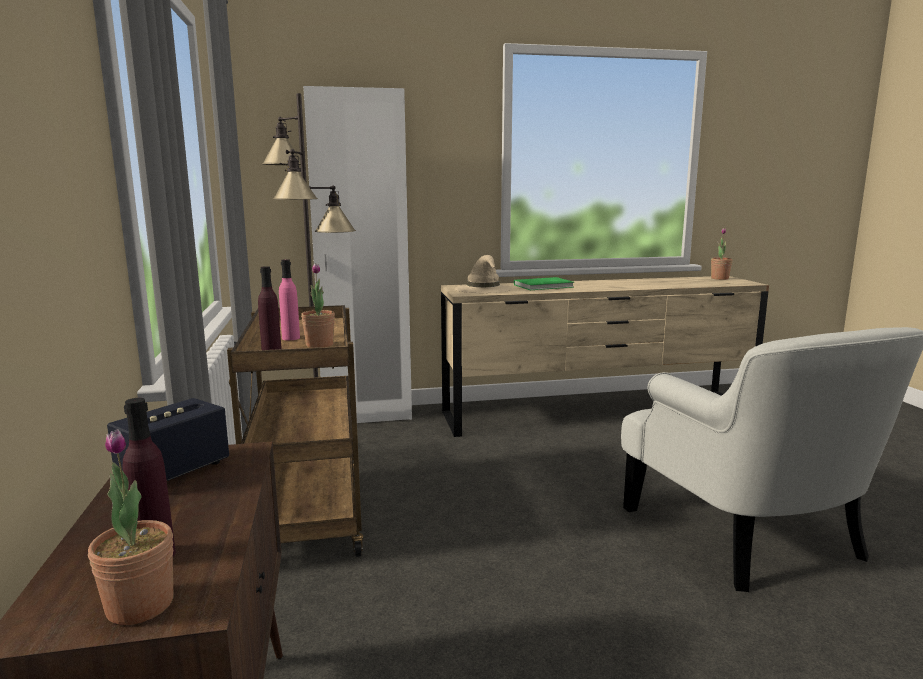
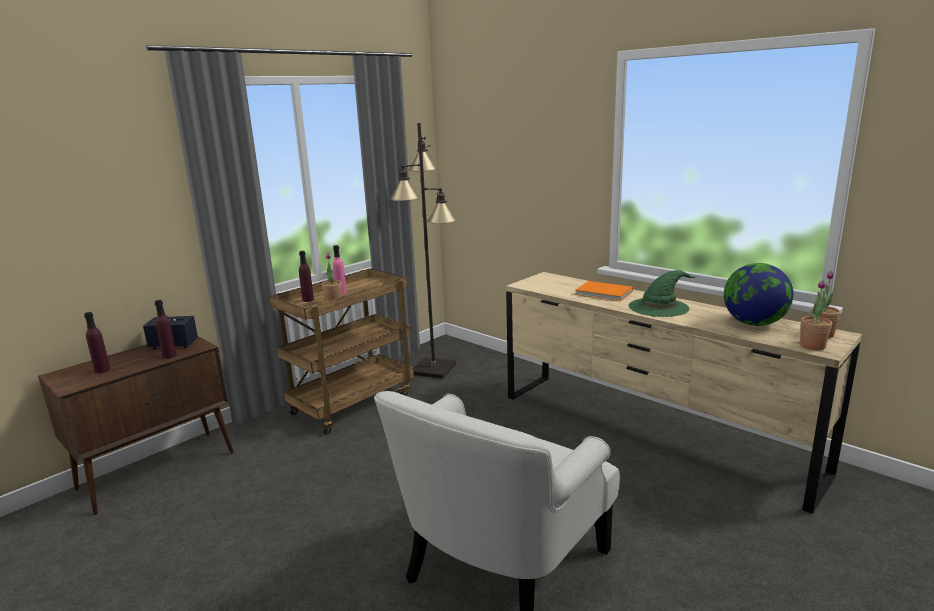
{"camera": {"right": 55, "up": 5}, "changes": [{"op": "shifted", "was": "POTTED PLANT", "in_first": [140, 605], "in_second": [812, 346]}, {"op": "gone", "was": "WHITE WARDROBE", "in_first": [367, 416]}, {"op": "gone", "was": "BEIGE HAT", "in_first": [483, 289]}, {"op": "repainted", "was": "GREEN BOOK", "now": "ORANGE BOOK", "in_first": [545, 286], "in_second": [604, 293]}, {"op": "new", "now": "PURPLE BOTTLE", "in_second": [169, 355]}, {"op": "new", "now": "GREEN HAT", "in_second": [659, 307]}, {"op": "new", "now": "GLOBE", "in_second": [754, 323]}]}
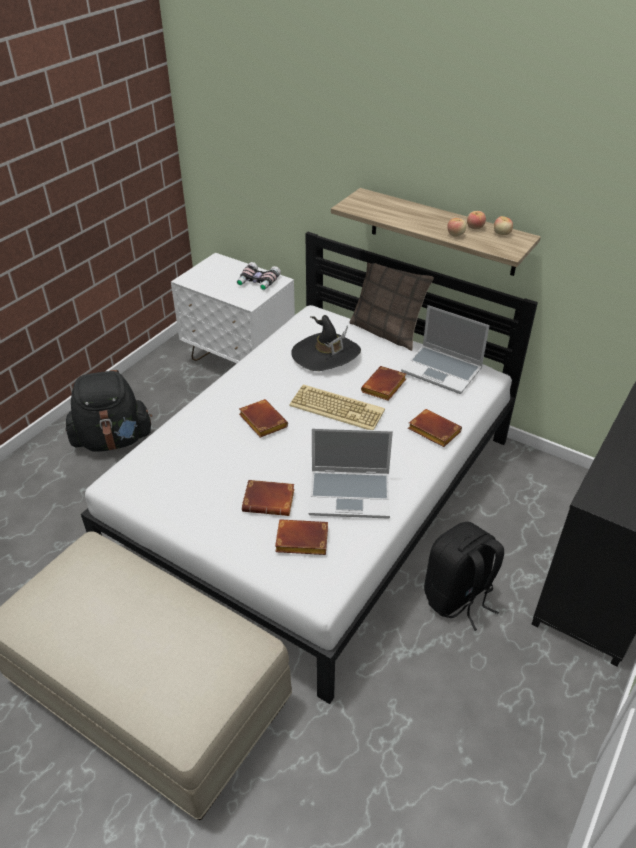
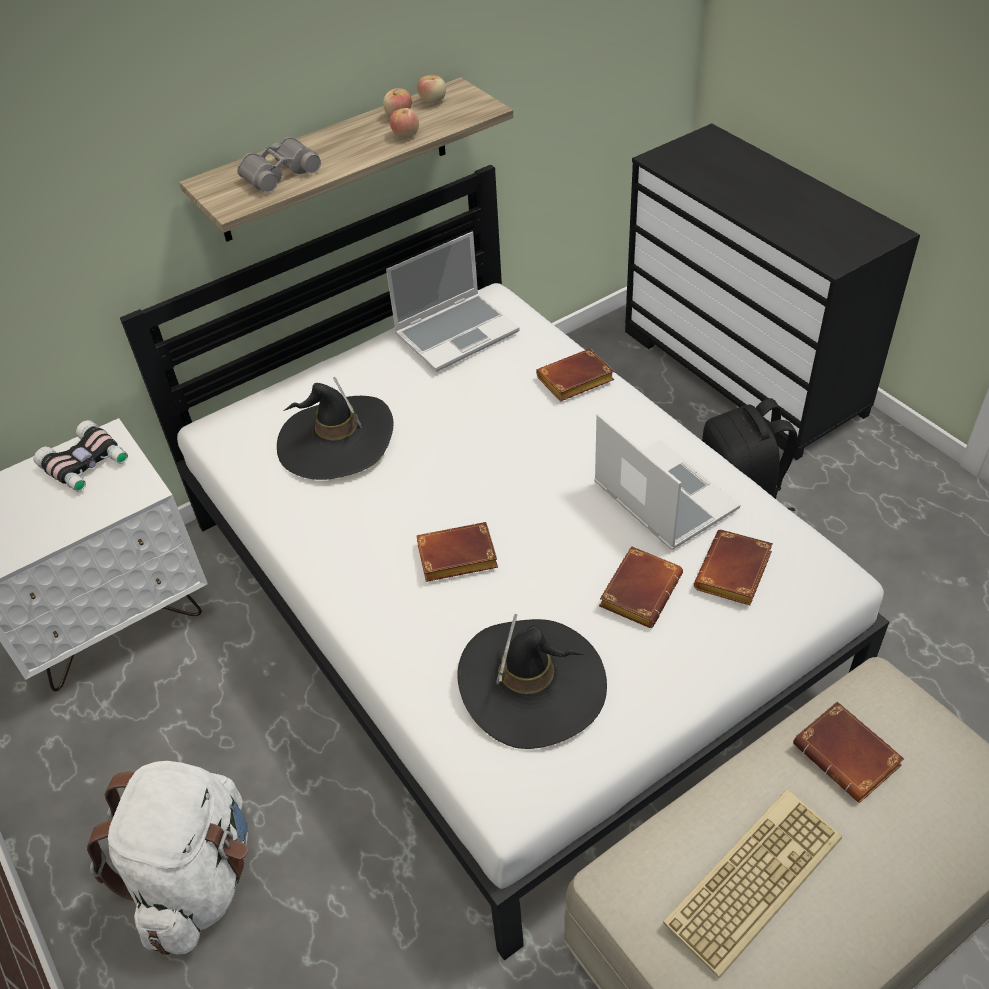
{"camera": {"right": -65, "up": 5}, "changes": [{"op": "repainted", "was": "BLACK BACKPACK", "now": "WHITE BACKPACK", "in_first": [113, 440], "in_second": [198, 878]}, {"op": "shifted", "was": "KEYBOARD", "in_first": [338, 408], "in_second": [752, 877]}, {"op": "rotated", "was": "LAPTOP", "in_first": [351, 494], "in_second": [662, 497], "clockwise": -60}, {"op": "gone", "was": "PILLOW", "in_first": [387, 331]}, {"op": "shifted", "was": "BROWN BOOK", "in_first": [384, 388], "in_second": [849, 756]}, {"op": "new", "now": "GREY BINOCULARS", "in_second": [279, 173]}, {"op": "new", "now": "BLACK HAT", "in_second": [532, 684]}]}
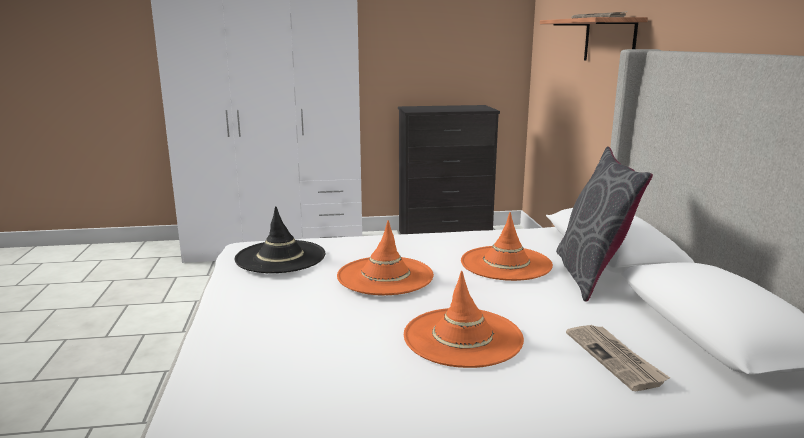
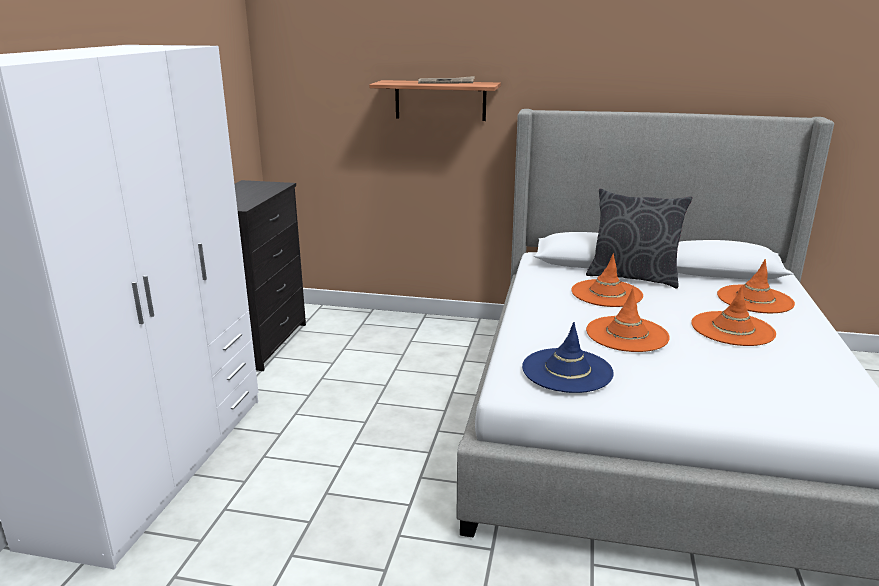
{"camera": {"right": -70, "up": 5}, "changes": [{"op": "repainted", "was": "BLACK HAT", "now": "BLUE HAT", "in_first": [280, 257], "in_second": [567, 370]}, {"op": "swapped", "was": "NEWSPAPER", "now": "ORANGE HAT", "in_first": [615, 358], "in_second": [754, 299]}]}
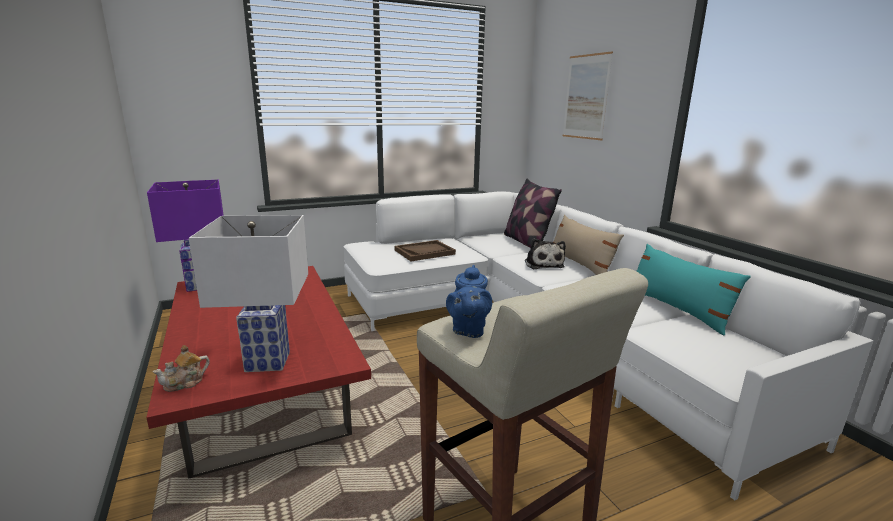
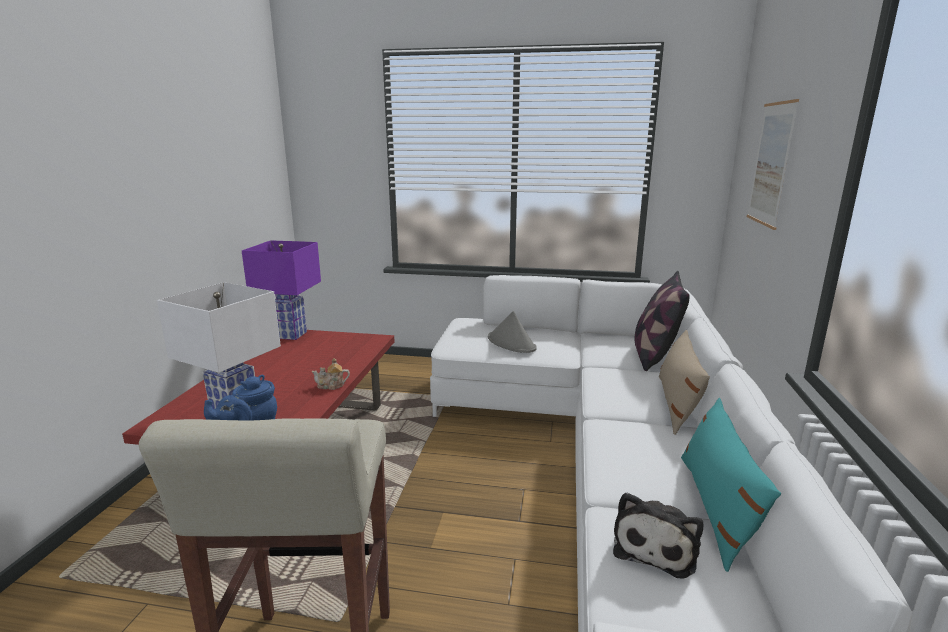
{"camera": {"right": 35, "up": 0}, "changes": [{"op": "shifted", "was": "TEAPOT", "in_first": [185, 383], "in_second": [331, 385]}, {"op": "swapped", "was": "BROWN TRAY", "now": "GREY HAT", "in_first": [424, 252], "in_second": [511, 343]}, {"op": "shifted", "was": "PLUSH TOY", "in_first": [543, 264], "in_second": [656, 546]}]}
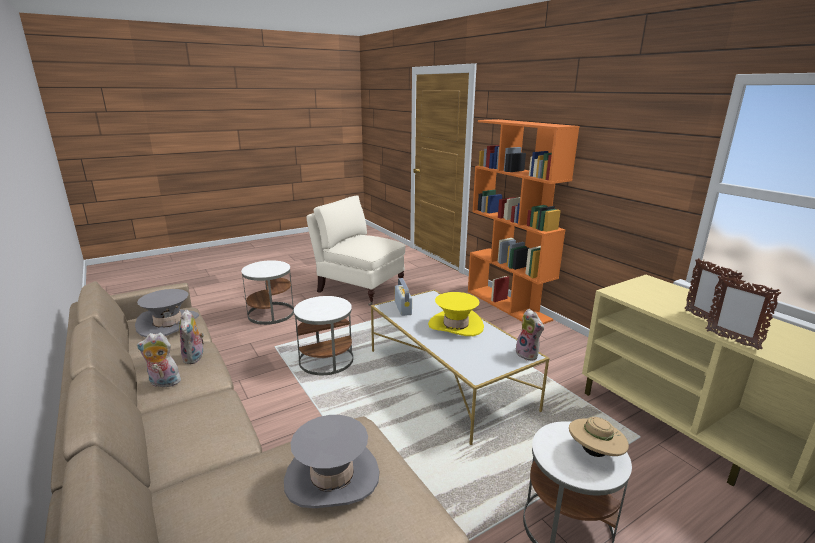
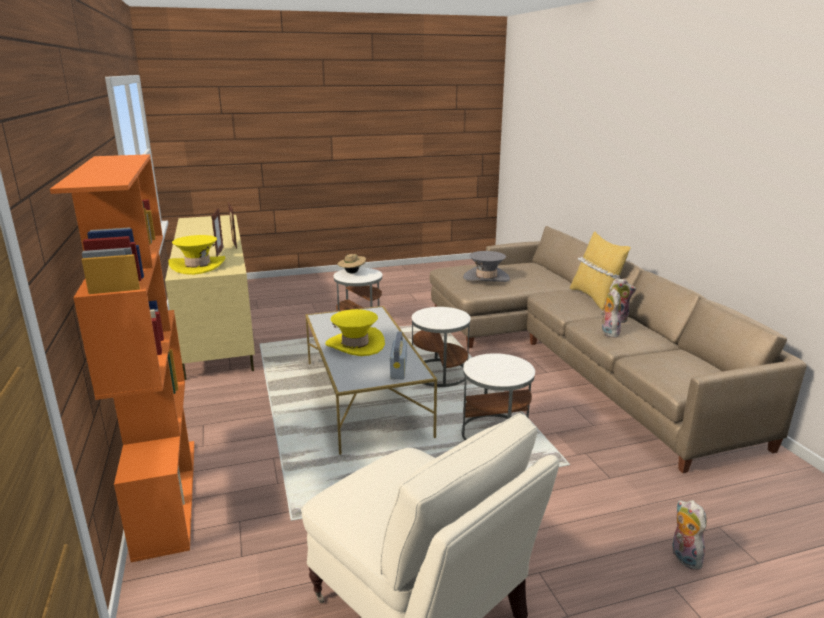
{"camera": {"right": -165, "up": 0}, "changes": [{"op": "gone", "was": "GREY HAT", "in_first": [168, 324]}, {"op": "shifted", "was": "WHITE SIDE TABLE", "in_first": [271, 313], "in_second": [439, 374]}, {"op": "shifted", "was": "PLUSH TOY", "in_first": [528, 354], "in_second": [683, 557]}, {"op": "new", "now": "YELLOW HAT", "in_second": [198, 266]}, {"op": "new", "now": "YELLOW PILLOW", "in_second": [594, 298]}]}
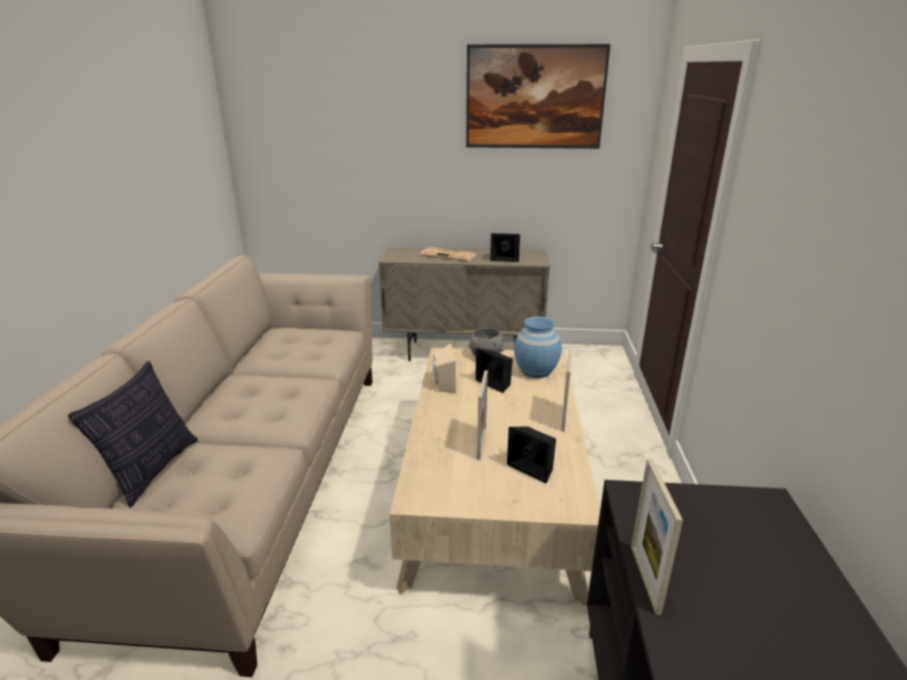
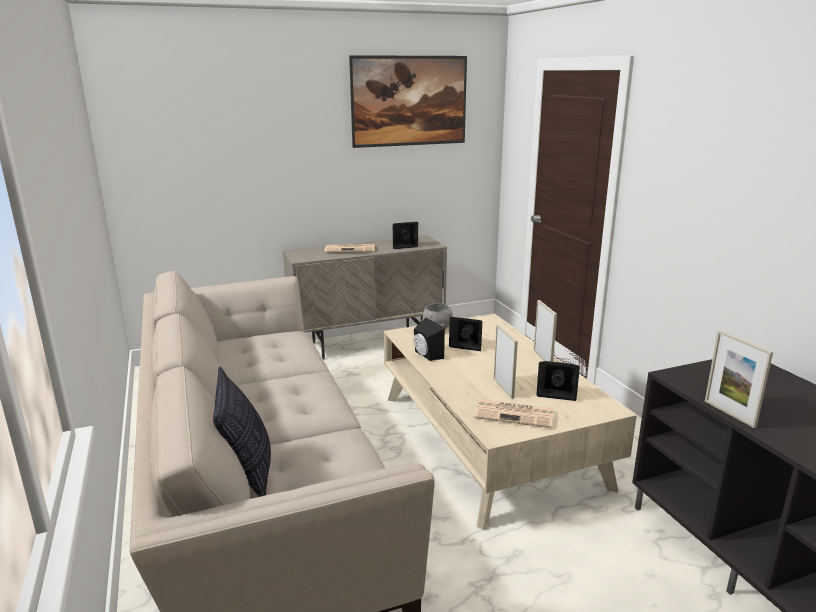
{"camera": {"right": -25, "up": -5}, "changes": [{"op": "repainted", "was": "BEIGE SPEAKER", "now": "BLACK SPEAKER", "in_first": [442, 384], "in_second": [426, 355]}, {"op": "gone", "was": "BLUE VASE", "in_first": [535, 370]}, {"op": "new", "now": "NEWSPAPER", "in_second": [515, 414]}]}
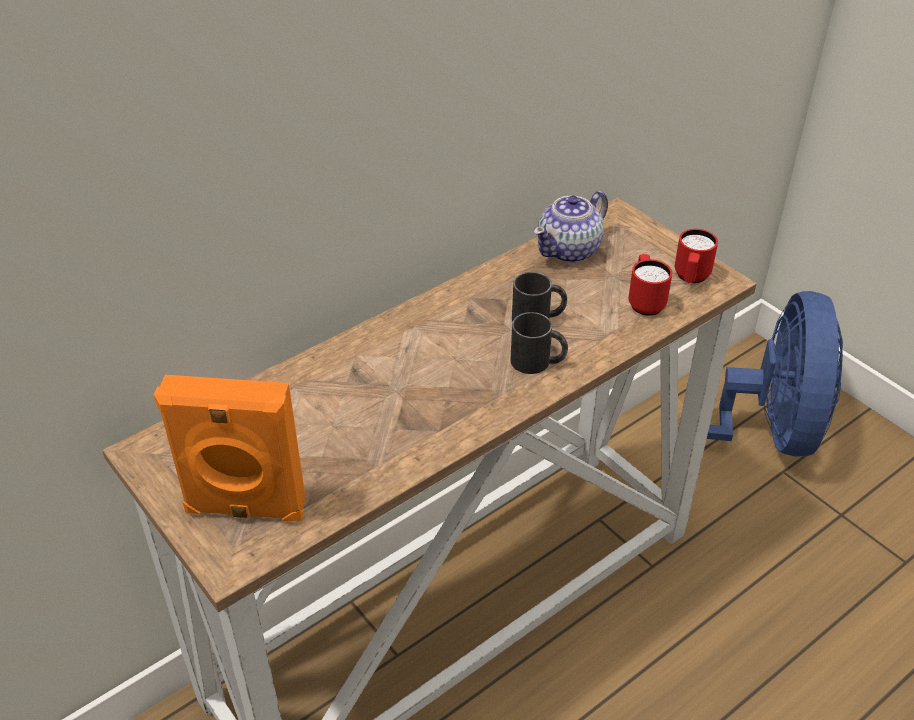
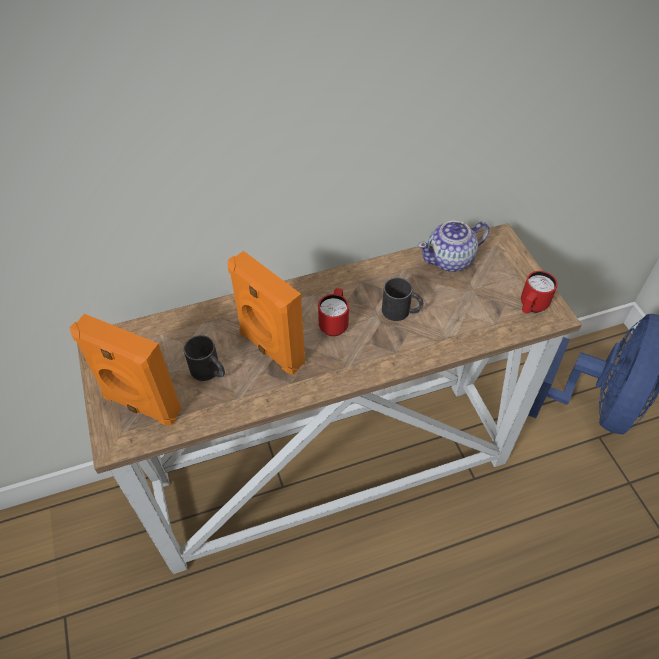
{"camera": {"right": 20, "up": 10}, "changes": [{"op": "shifted", "was": "BLACK MUG", "in_first": [538, 362], "in_second": [209, 371]}, {"op": "shifted", "was": "RED MUG", "in_first": [645, 302], "in_second": [334, 323]}, {"op": "new", "now": "ORANGE SPEAKER", "in_second": [270, 349]}]}
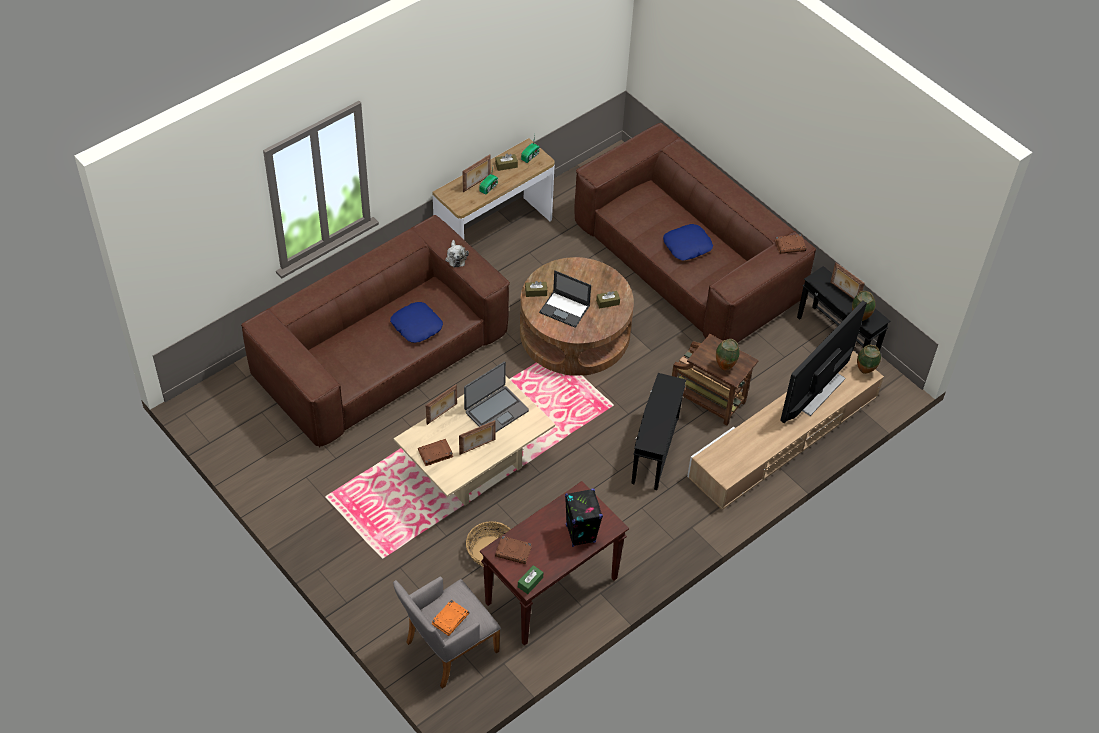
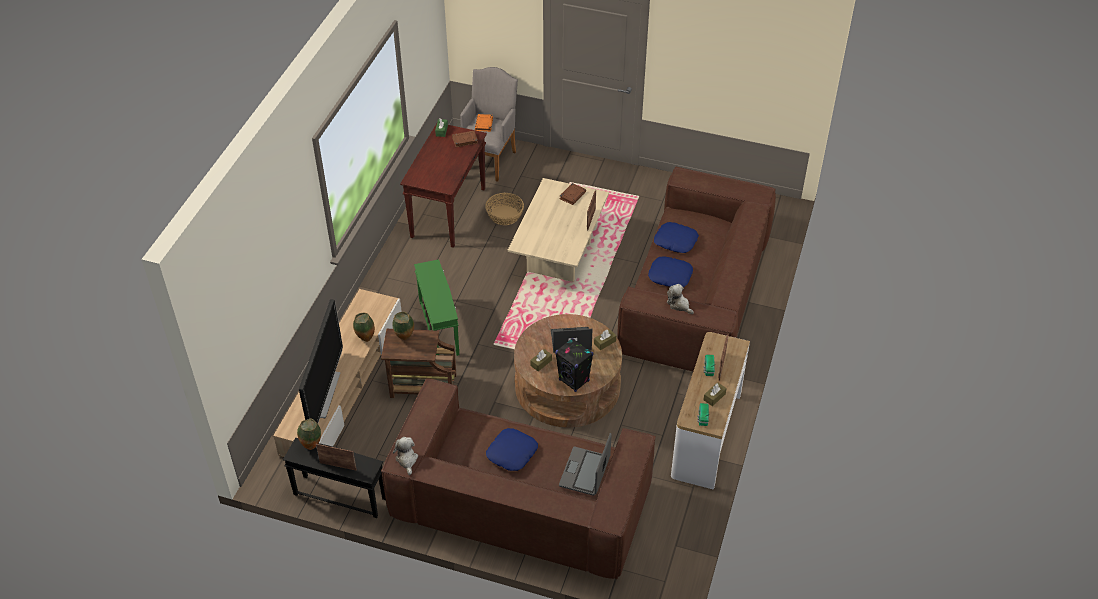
{"camera": {"right": 150, "up": -5}, "changes": [{"op": "gone", "was": "PICTURE FRAME", "in_first": [477, 447]}, {"op": "shifted", "was": "LAPTOP", "in_first": [496, 411], "in_second": [585, 472]}, {"op": "shifted", "was": "BLACK SPEAKER", "in_first": [580, 533], "in_second": [574, 380]}, {"op": "repainted", "was": "BLACK SIDE TABLE", "now": "GREEN SIDE TABLE", "in_first": [654, 450], "in_second": [439, 328]}, {"op": "swapped", "was": "BROWN BOOK", "now": "PLUSH TOY", "in_first": [790, 245], "in_second": [407, 459]}, {"op": "shifted", "was": "VASE", "in_first": [865, 371], "in_second": [365, 339]}, {"op": "new", "now": "BLUE PILLOW", "in_second": [675, 241]}]}
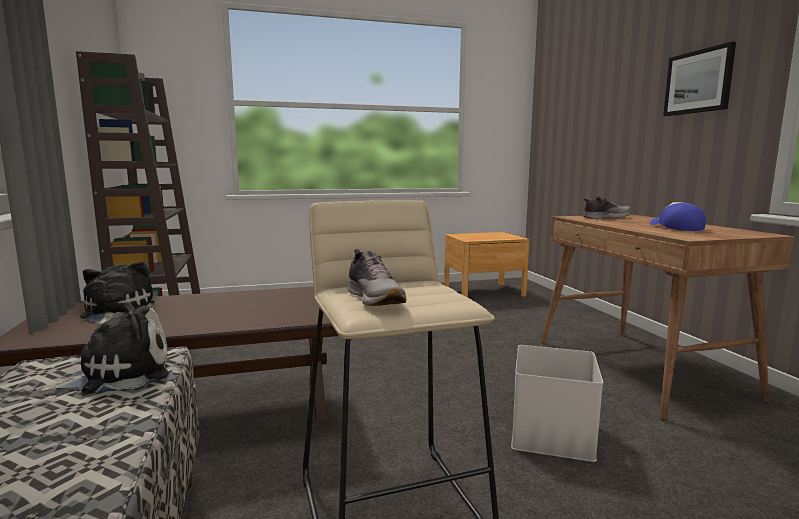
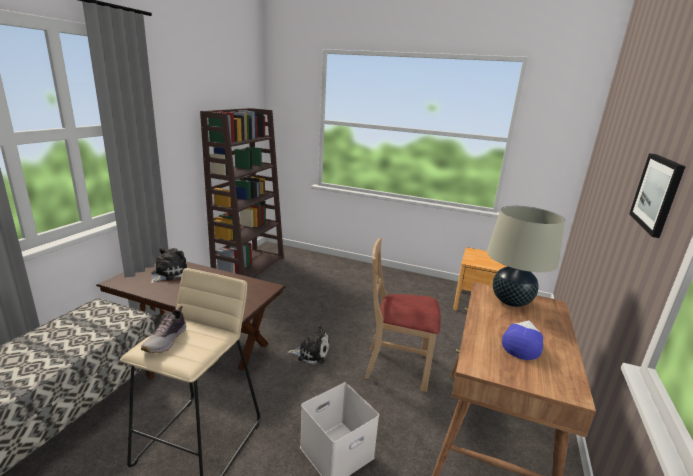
{"camera": {"right": 35, "up": 10}, "changes": [{"op": "shifted", "was": "PLUSH TOY", "in_first": [119, 374], "in_second": [311, 353]}, {"op": "swapped", "was": "SHOE", "now": "BEIGE TABLE LAMP", "in_first": [605, 218], "in_second": [511, 301]}, {"op": "new", "now": "BEIGE CHAIR", "in_second": [397, 366]}]}
